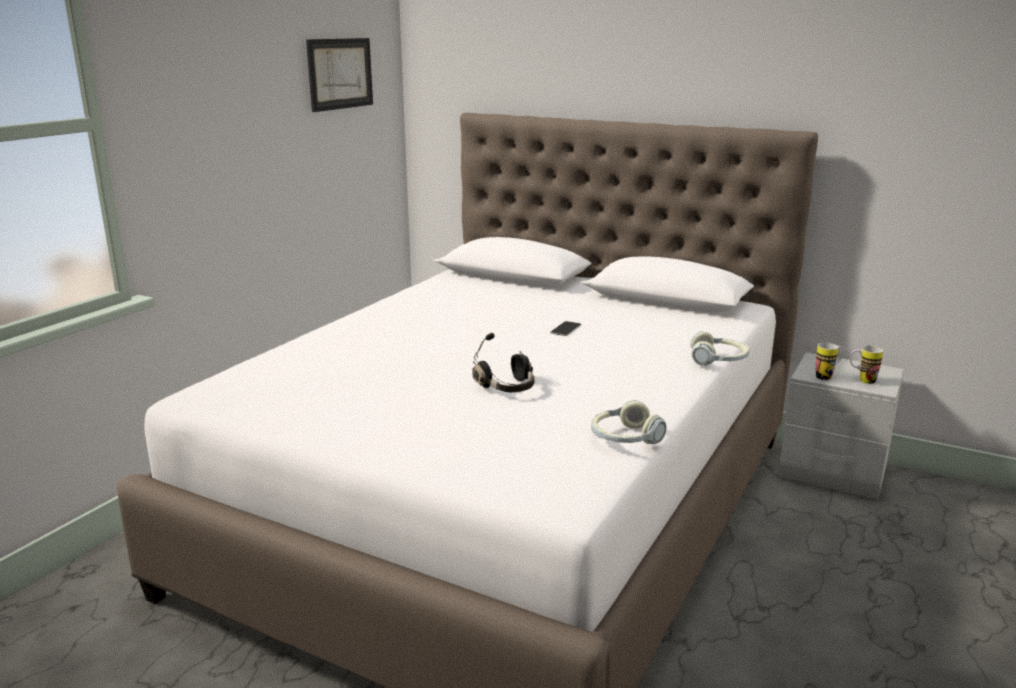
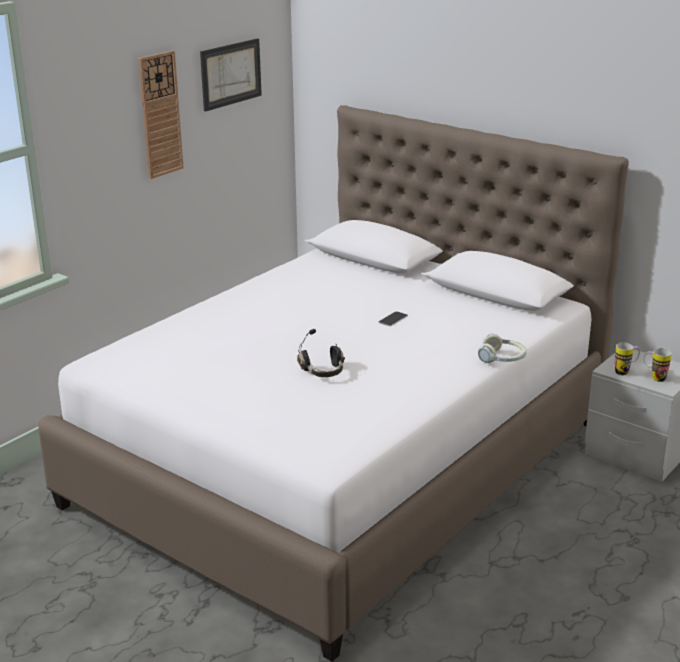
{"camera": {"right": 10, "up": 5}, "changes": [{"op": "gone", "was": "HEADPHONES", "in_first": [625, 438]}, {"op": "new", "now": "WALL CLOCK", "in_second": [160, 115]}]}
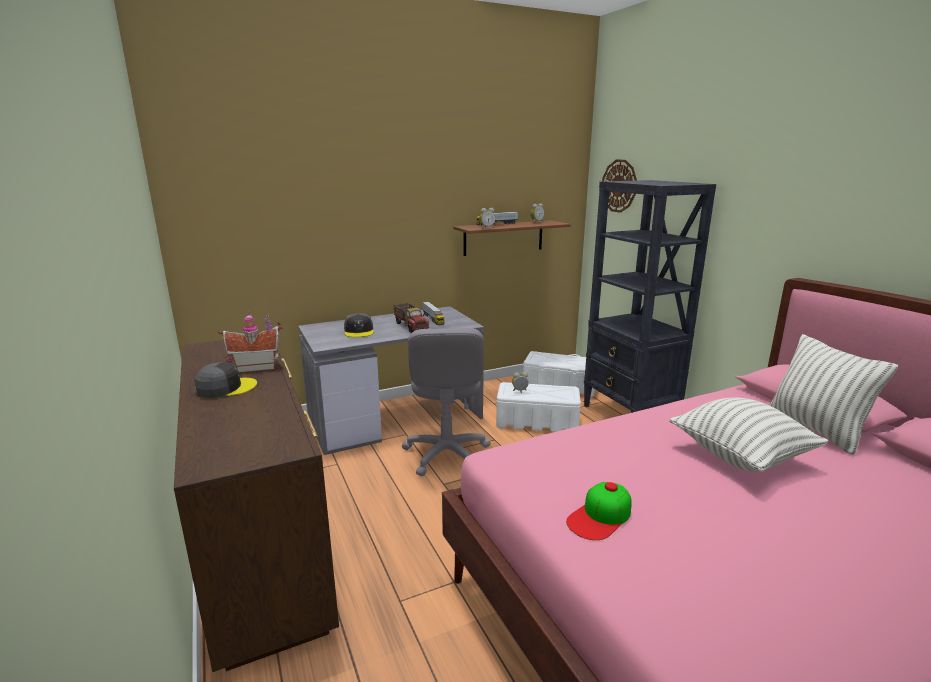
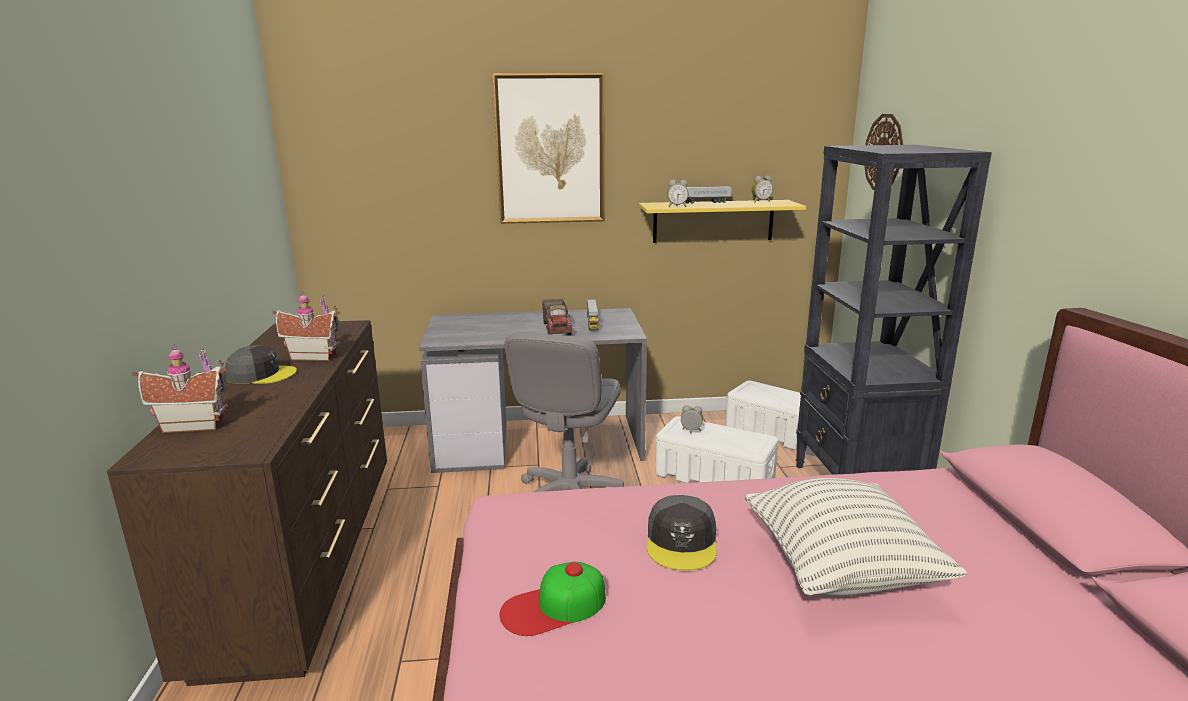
{"camera": {"right": 20, "up": 0}, "changes": [{"op": "shifted", "was": "GREY CAP", "in_first": [359, 331], "in_second": [682, 542]}, {"op": "repainted", "was": "BROWN SHELF", "now": "YELLOW SHELF", "in_first": [503, 237], "in_second": [713, 221]}, {"op": "gone", "was": "PILLOW", "in_first": [815, 430]}, {"op": "new", "now": "TOY HOUSE", "in_second": [194, 424]}, {"op": "new", "now": "PICTURE", "in_second": [550, 150]}]}
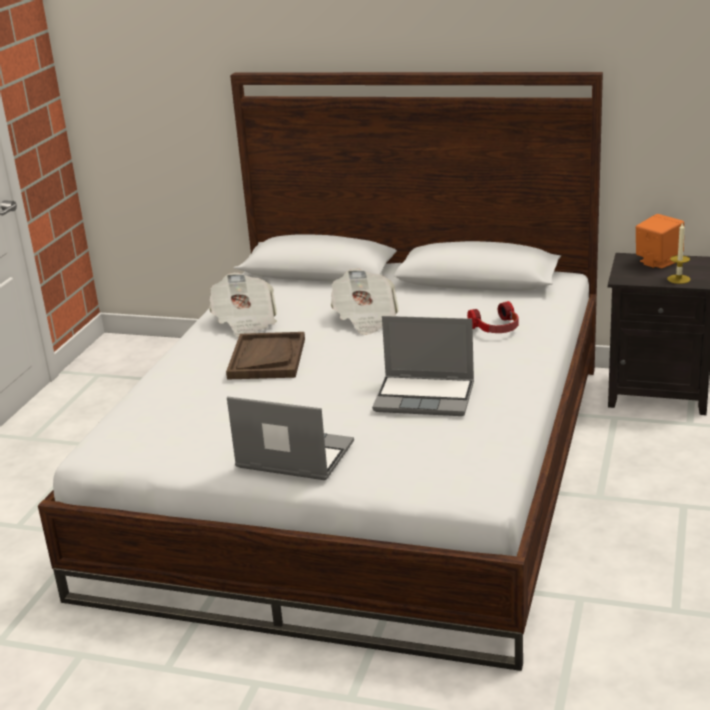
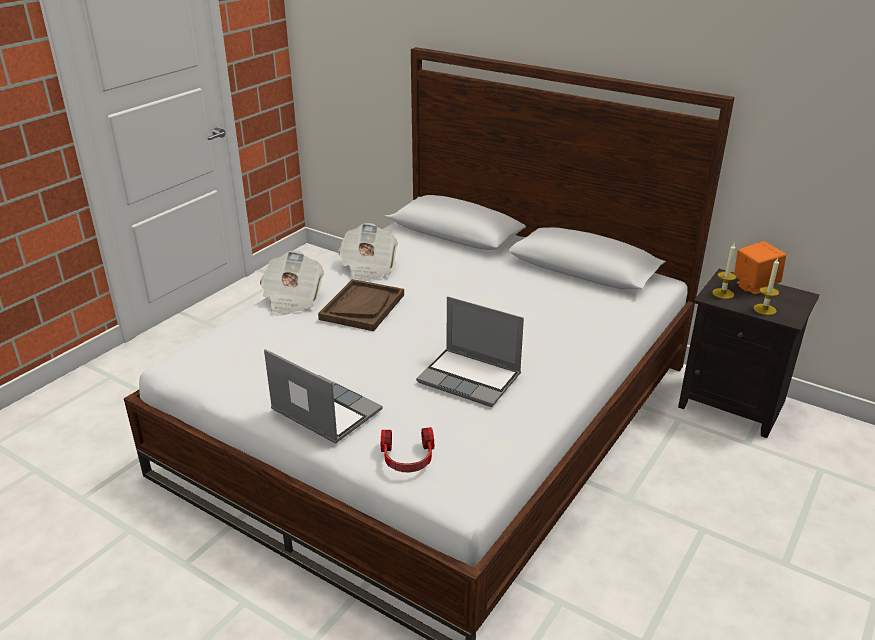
{"camera": {"right": 15, "up": 5}, "changes": [{"op": "shifted", "was": "NEWSPAPER", "in_first": [366, 319], "in_second": [292, 299]}, {"op": "shifted", "was": "HEADPHONES", "in_first": [496, 328], "in_second": [408, 459]}, {"op": "new", "now": "CANDLE", "in_second": [723, 293]}]}
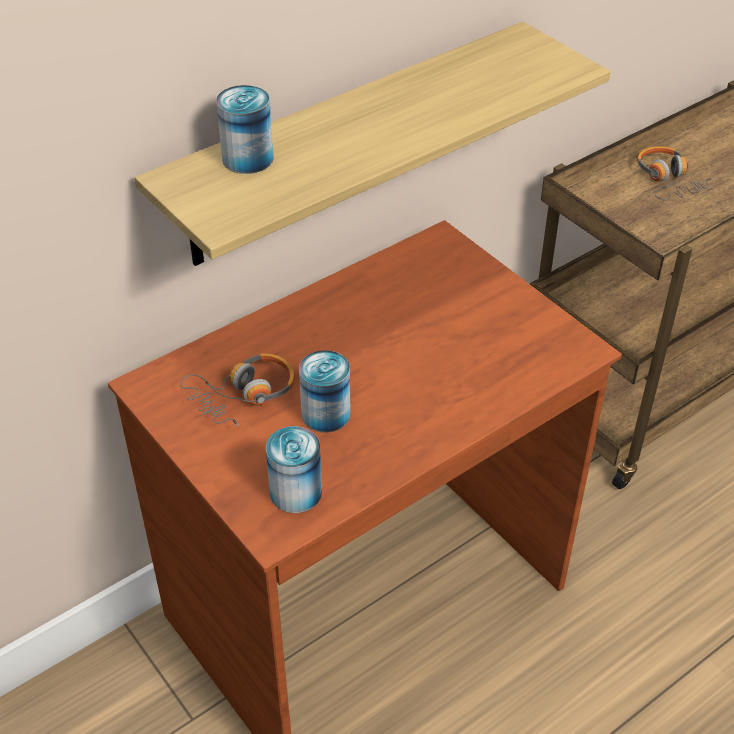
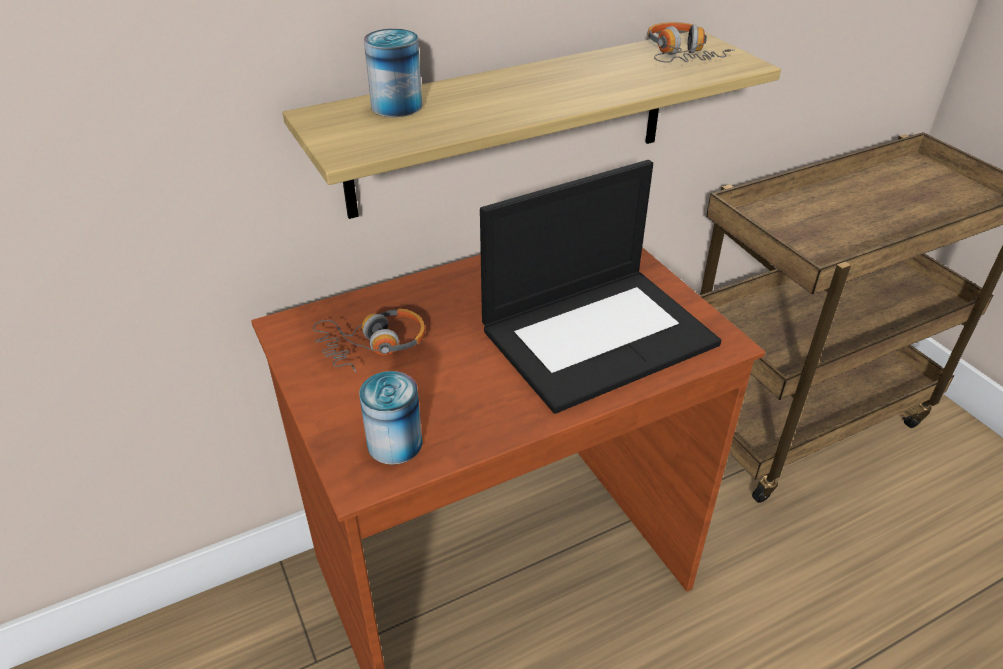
{"camera": {"right": 10, "up": -5}, "changes": [{"op": "gone", "was": "CAN", "in_first": [326, 414]}, {"op": "shifted", "was": "HEADPHONES", "in_first": [668, 181], "in_second": [680, 55]}, {"op": "new", "now": "LAPTOP", "in_second": [599, 334]}]}
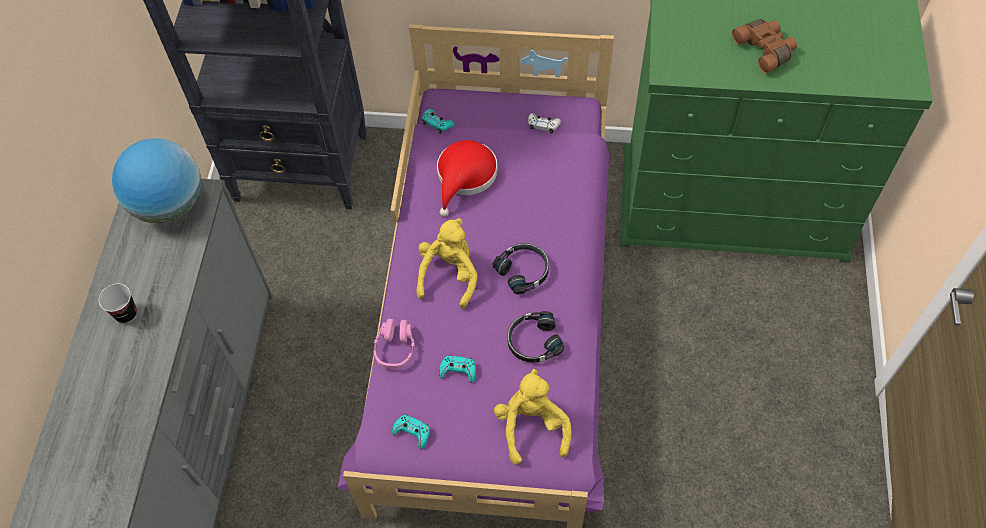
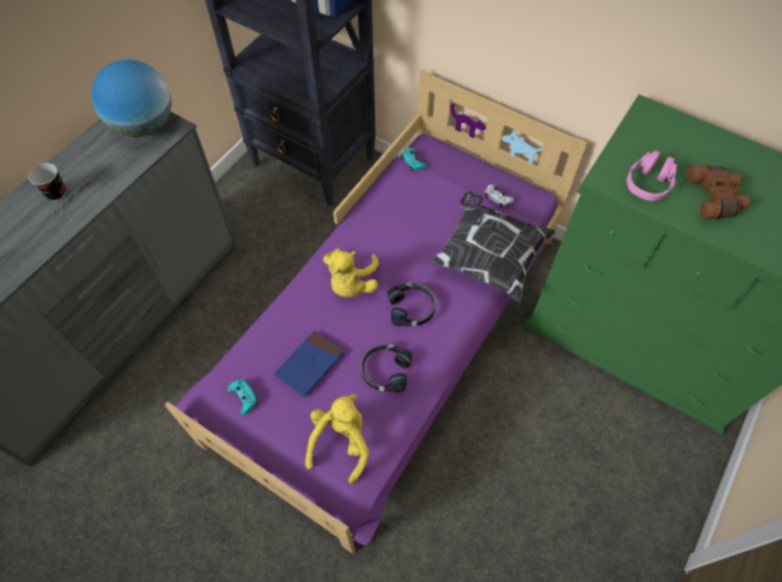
{"camera": {"right": 25, "up": 0}, "changes": [{"op": "shifted", "was": "PINK HEADPHONES", "in_first": [395, 348], "in_second": [648, 183]}, {"op": "rotated", "was": "YELLOW PLUSH TOY", "in_first": [449, 274], "in_second": [351, 283], "clockwise": 150}, {"op": "gone", "was": "RED HAT", "in_first": [465, 177]}, {"op": "swapped", "was": "TURQUOISE GAME CONTROLLER", "now": "BLUE BOOK", "in_first": [458, 371], "in_second": [310, 365]}, {"op": "new", "now": "PILLOW", "in_second": [488, 257]}]}
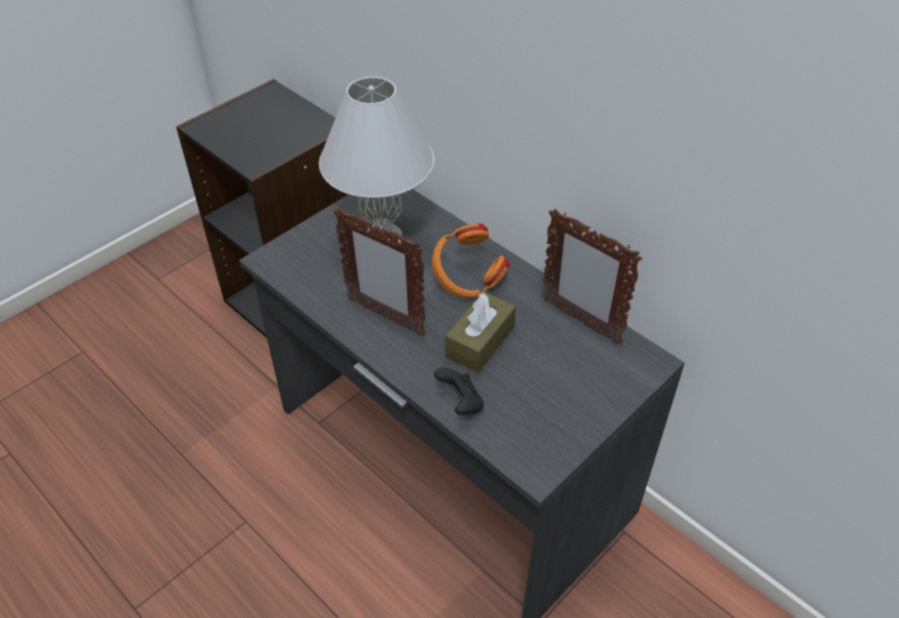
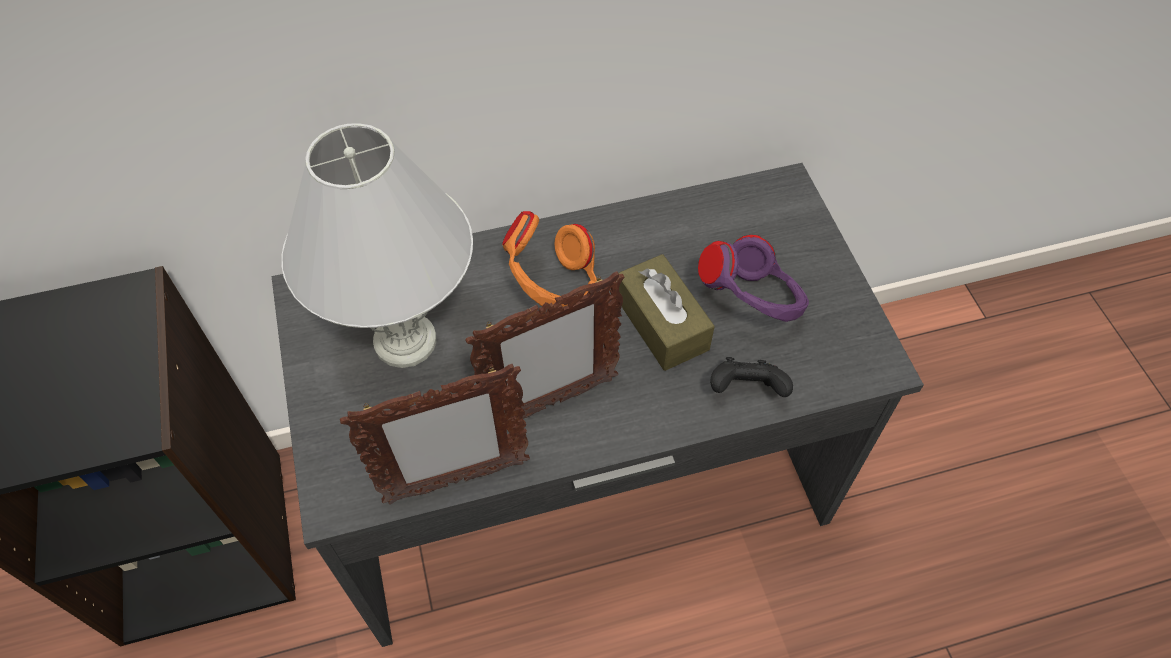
{"camera": {"right": -60, "up": 10}, "changes": [{"op": "shifted", "was": "PICTURE FRAME", "in_first": [580, 320], "in_second": [455, 481]}, {"op": "new", "now": "PURPLE HEADPHONES", "in_second": [752, 303]}]}
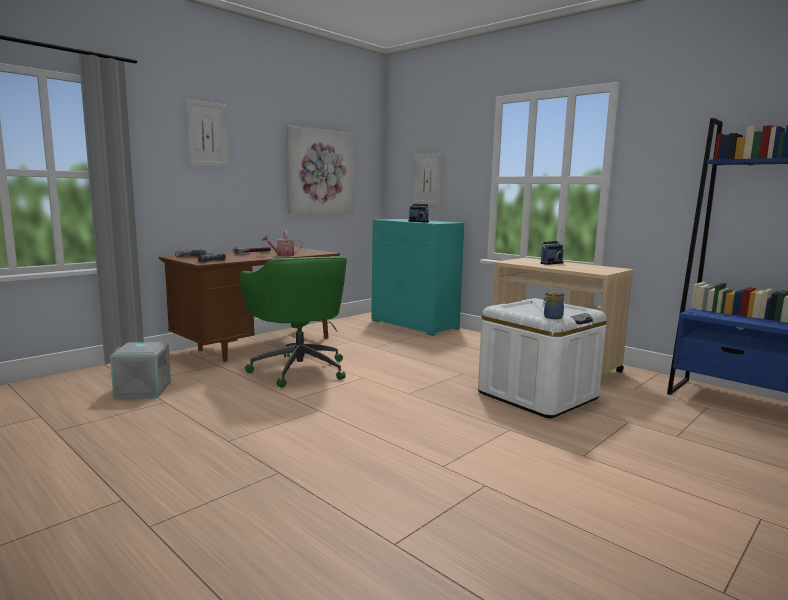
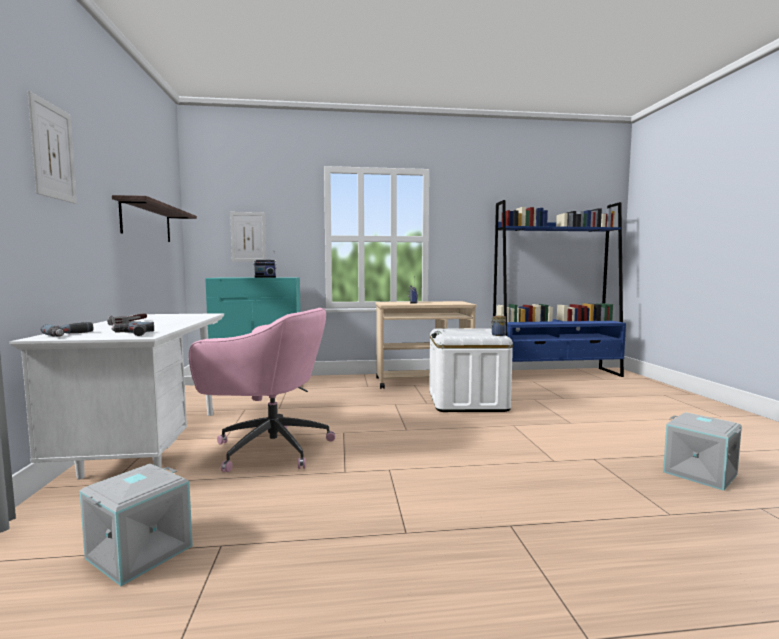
{"camera": {"right": -50, "up": -5}, "changes": [{"op": "repainted", "was": "BROWN DESK", "now": "WHITE DESK", "in_first": [257, 345], "in_second": [150, 446]}, {"op": "repainted", "was": "GREEN OFFICE CHAIR", "now": "PINK OFFICE CHAIR", "in_first": [299, 369], "in_second": [269, 448]}, {"op": "gone", "was": "WATERING CAN", "in_first": [282, 255]}, {"op": "swapped", "was": "PICTURE", "now": "SHELF", "in_first": [320, 172], "in_second": [147, 222]}, {"op": "new", "now": "GREY STORAGE BOX", "in_second": [699, 473]}]}
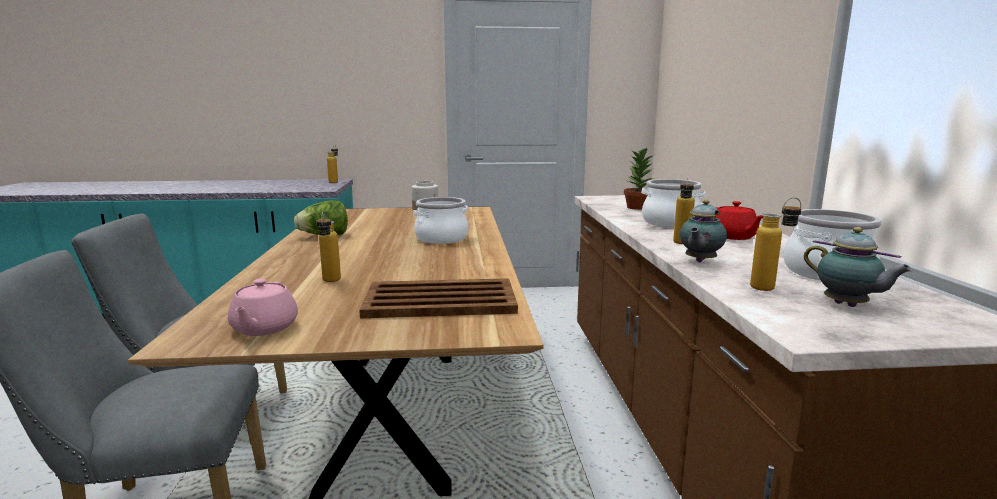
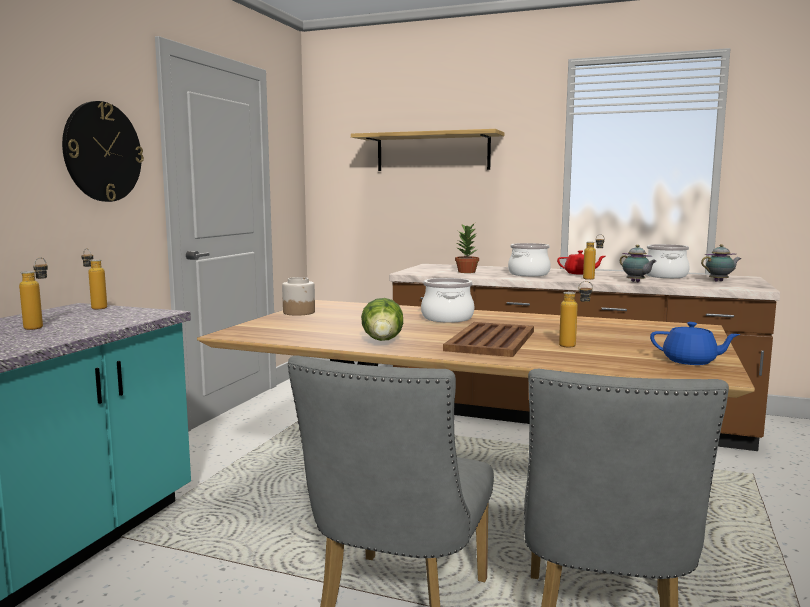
{"camera": {"right": -65, "up": -5}, "changes": [{"op": "repainted", "was": "PINK TEAPOT", "now": "BLUE TEAPOT", "in_first": [264, 328], "in_second": [690, 361]}, {"op": "shifted", "was": "BROWN TRAY", "in_first": [439, 300], "in_second": [490, 341]}, {"op": "shifted", "was": "BOTTLE", "in_first": [770, 287], "in_second": [39, 327]}, {"op": "new", "now": "WALL CLOCK", "in_second": [102, 152]}, {"op": "new", "now": "SHELF", "in_second": [432, 152]}]}
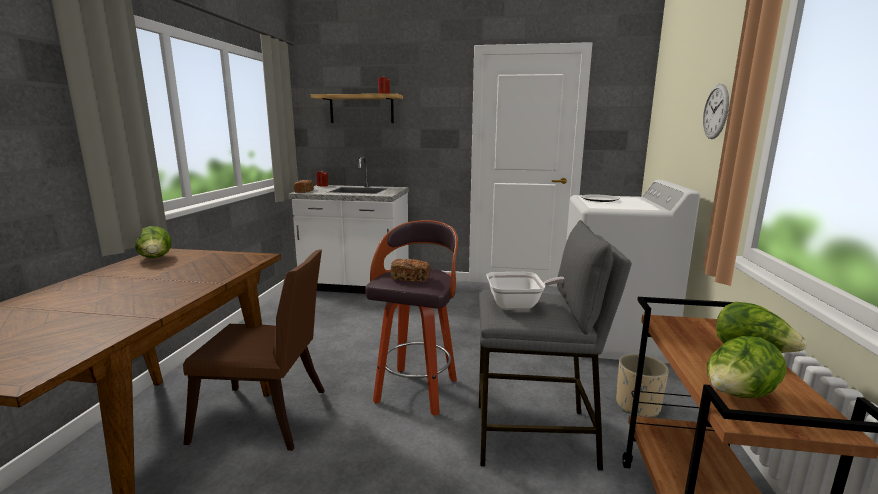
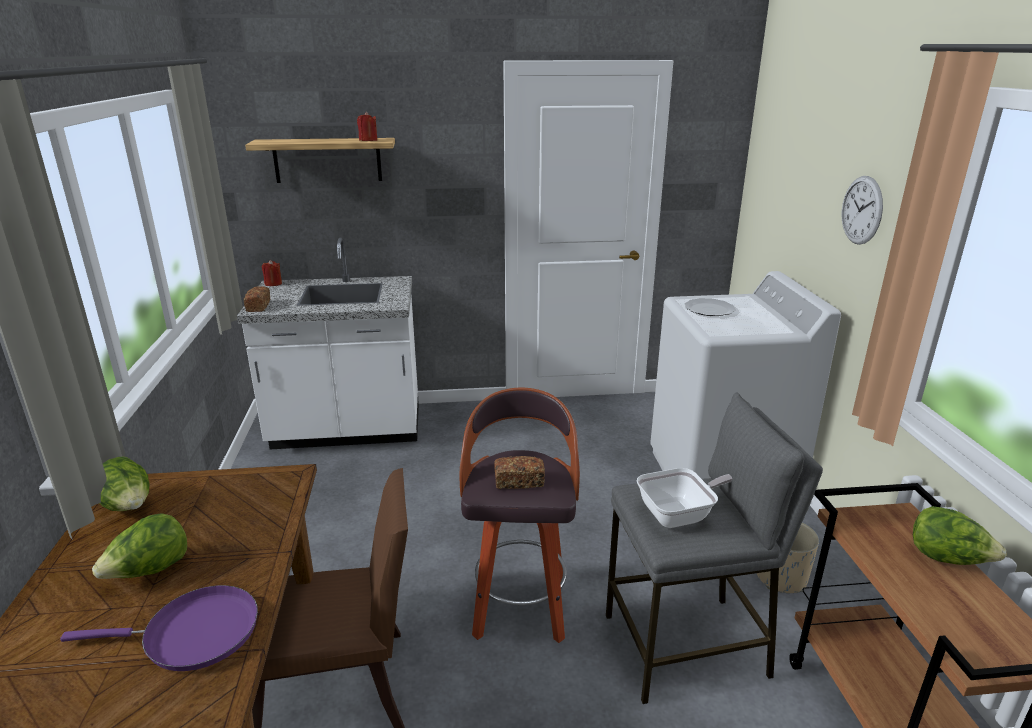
{"camera": {"right": -15, "up": 10}, "changes": [{"op": "shifted", "was": "LETTUCE", "in_first": [738, 396], "in_second": [150, 572]}, {"op": "new", "now": "PURPLE FRYING PAN", "in_second": [193, 634]}]}
